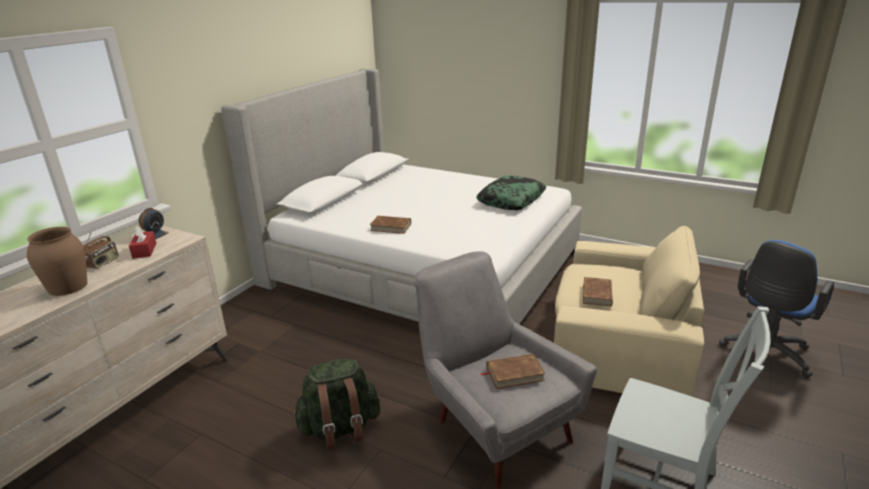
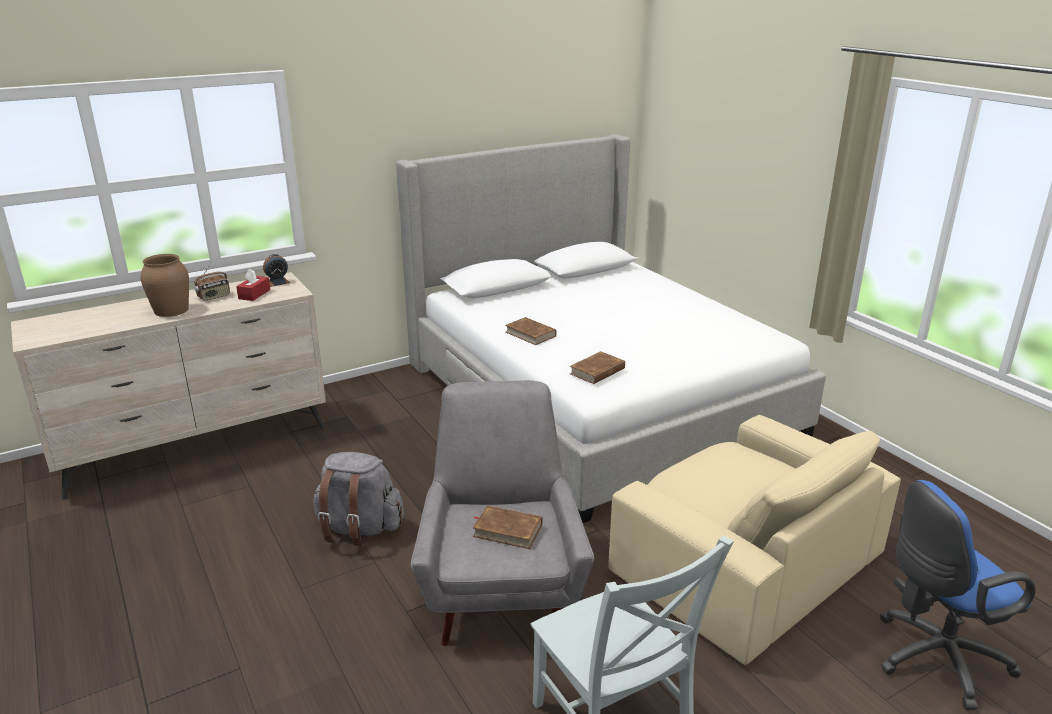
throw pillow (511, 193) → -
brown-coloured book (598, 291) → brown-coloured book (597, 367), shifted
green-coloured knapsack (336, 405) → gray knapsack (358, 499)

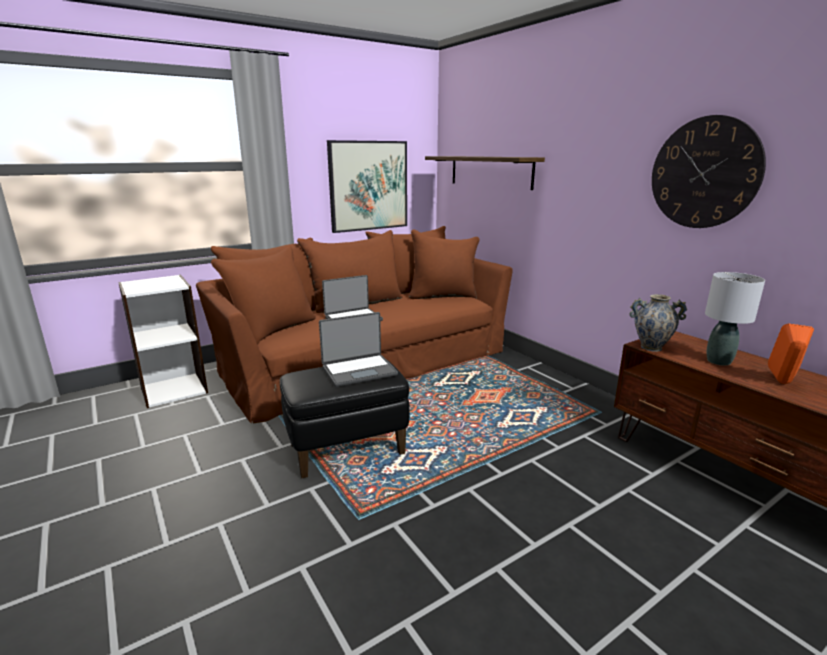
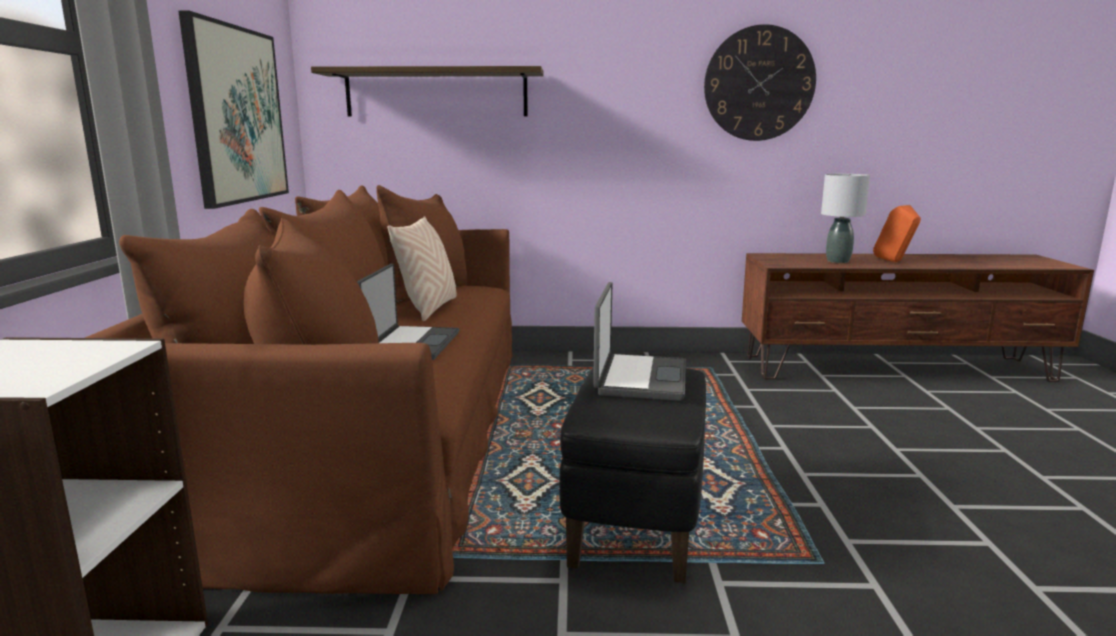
vase (658, 323) → -
- → beige-coloured throw pillow (422, 268)

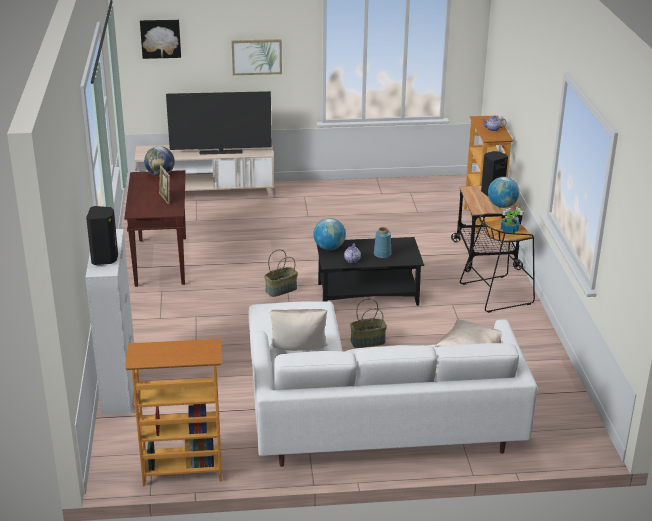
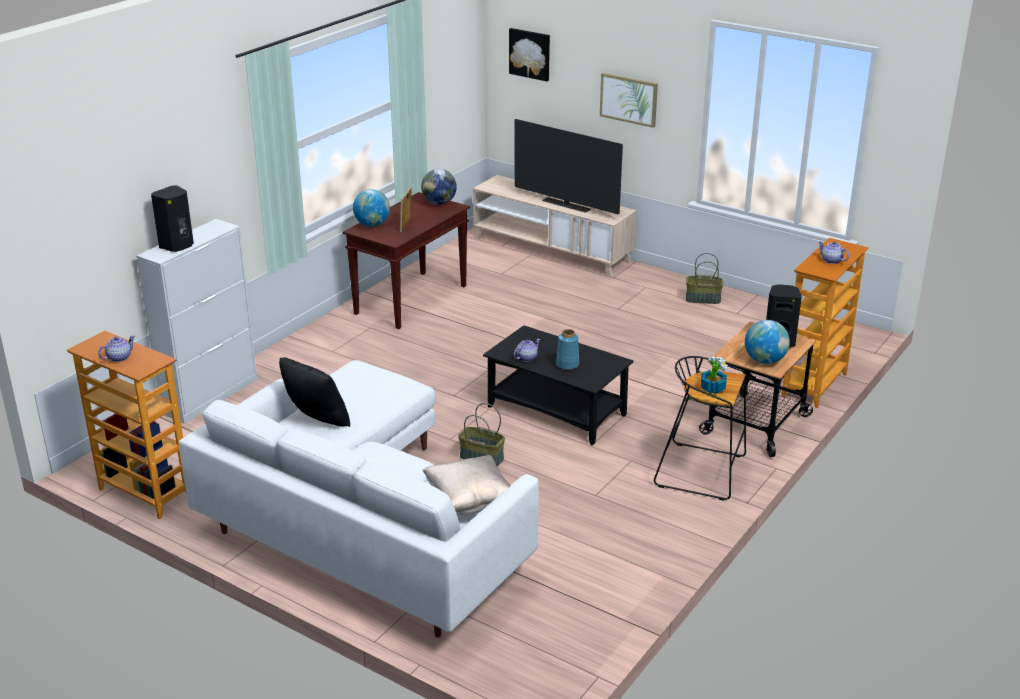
- → teapot (116, 348)
household basket (281, 273) → household basket (704, 278), shifted
globe (329, 234) → globe (371, 208), shifted
beige-coloured throw pillow (299, 330) → black-coloured throw pillow (314, 392)

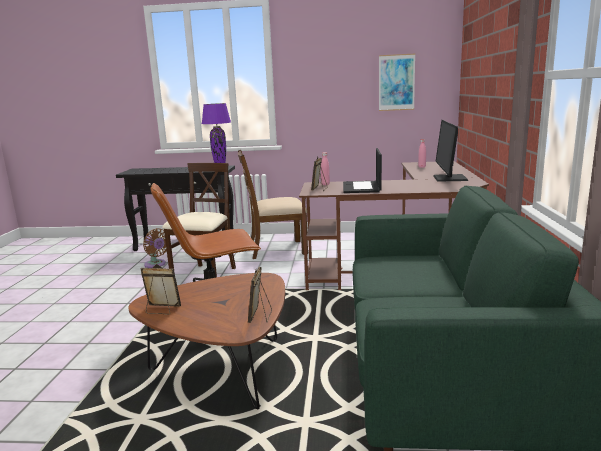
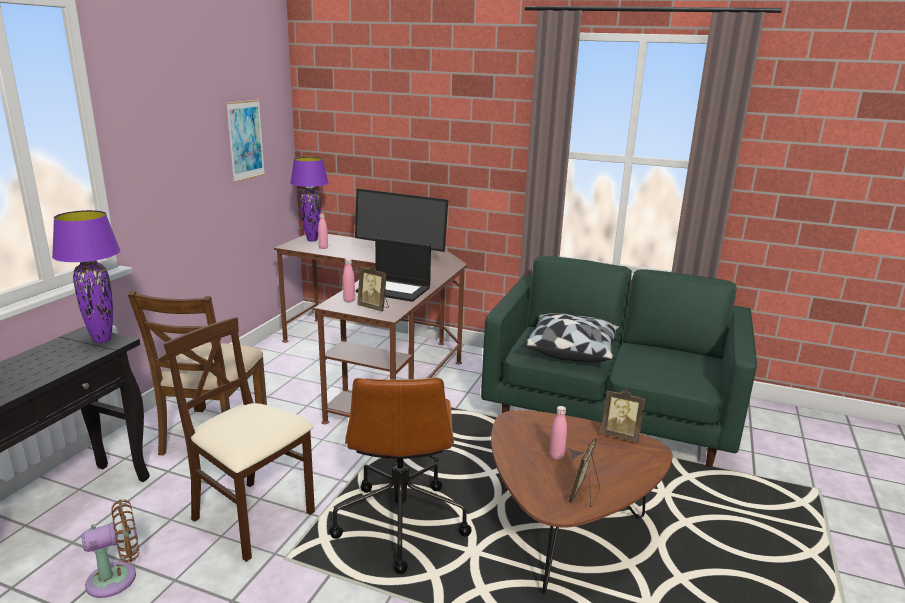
- → purple lamp for a table (309, 199)
- → throw pillow (570, 337)
- → pink bottle (558, 433)

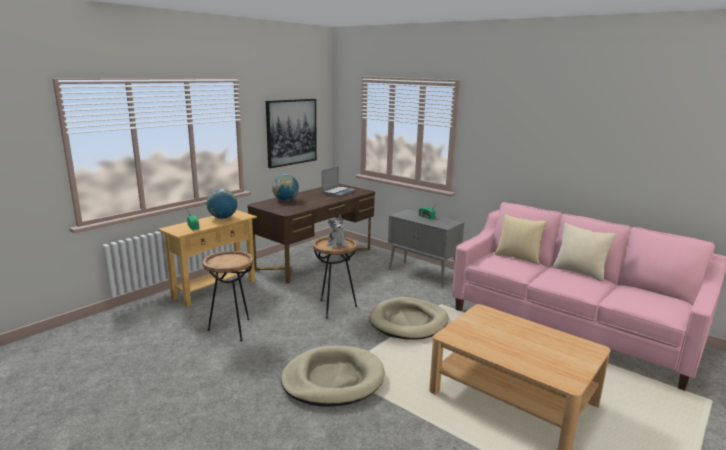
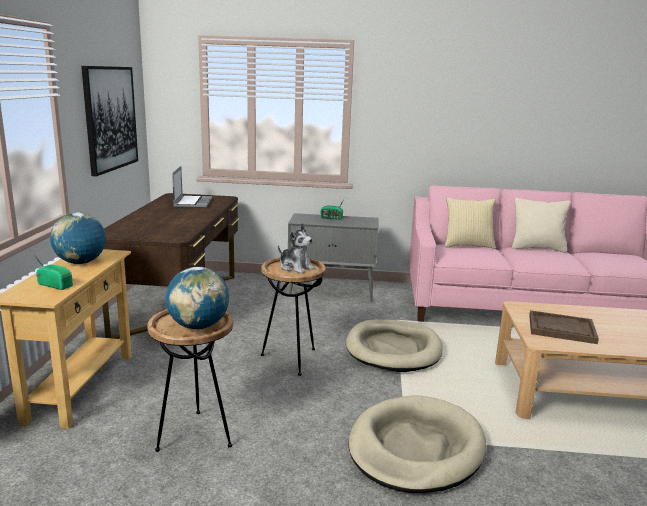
- → brown-coloured tray (564, 327)
globe (285, 187) → globe (197, 298), shifted

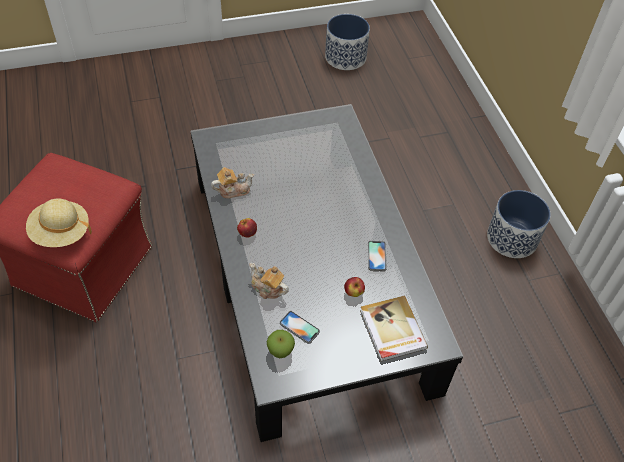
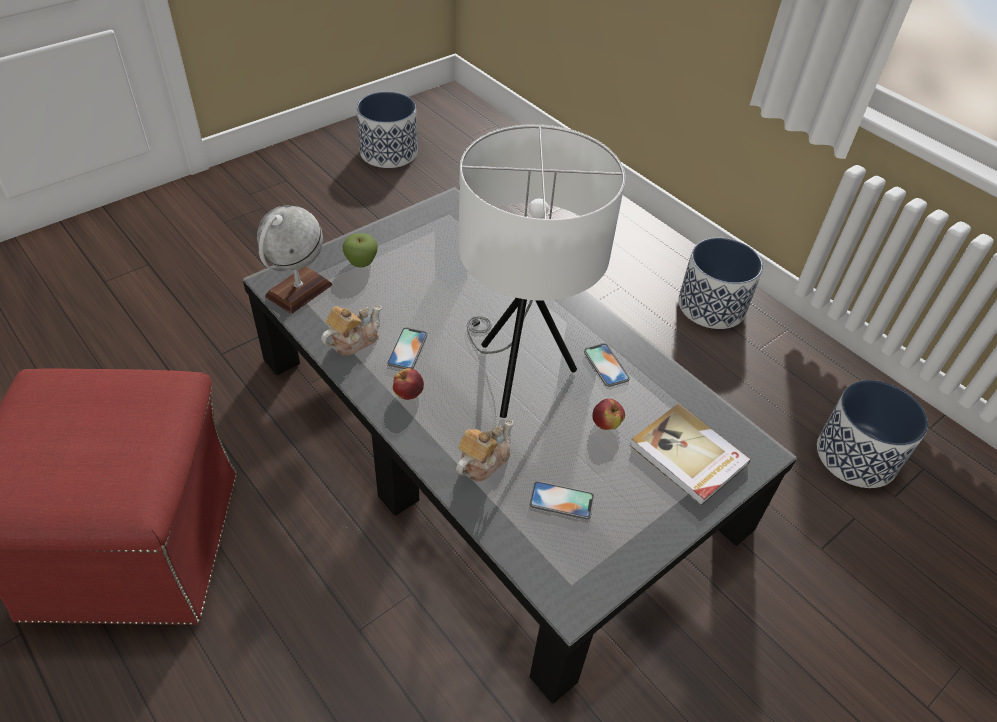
beige-coloured clothing hat (59, 222) → -
- → globe (294, 259)
- → phone (407, 348)
- → white-coloured lamp for a table (541, 271)
- → flower pot (872, 434)
apple fruit (281, 344) → apple fruit (360, 250), shifted
teapot (269, 281) → teapot (485, 450), 120 degrees clockwise

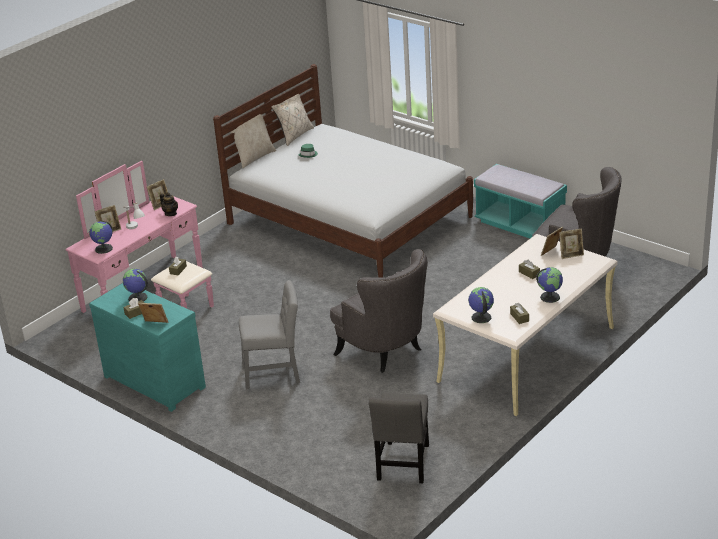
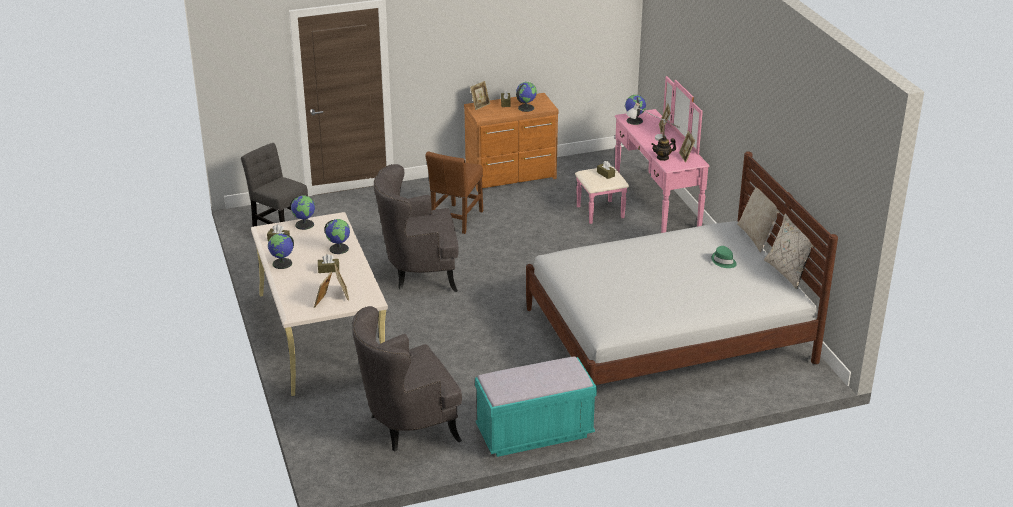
- → globe (337, 236)
blue-green drawer chest (147, 347) → brown-coloured drawer chest (511, 142)
gray plain chair (269, 334) → brown-coloured plain chair (454, 193)

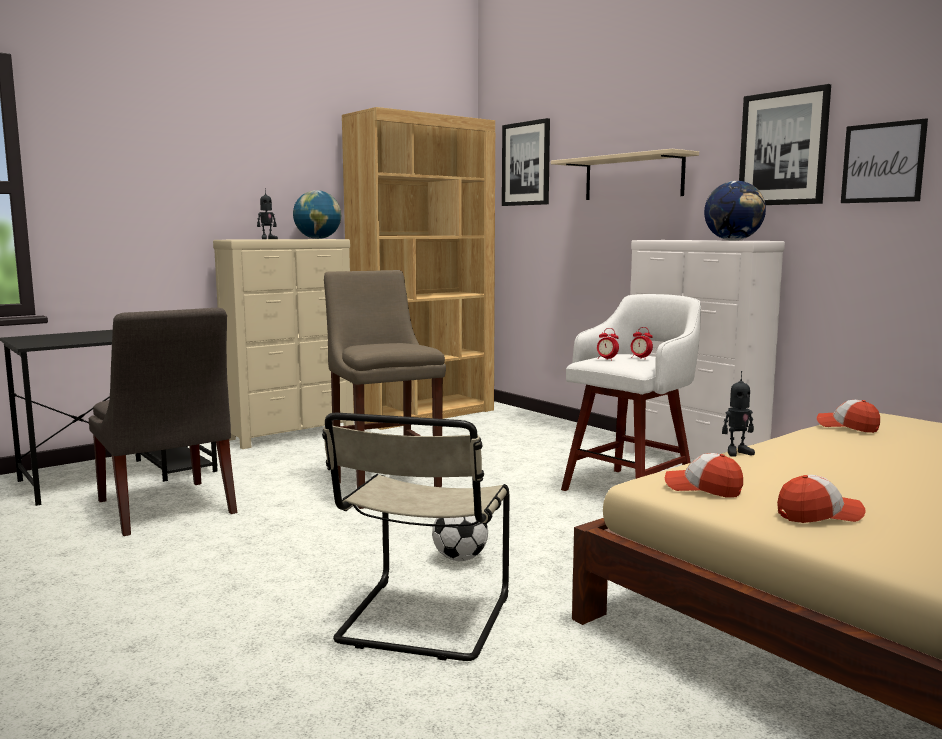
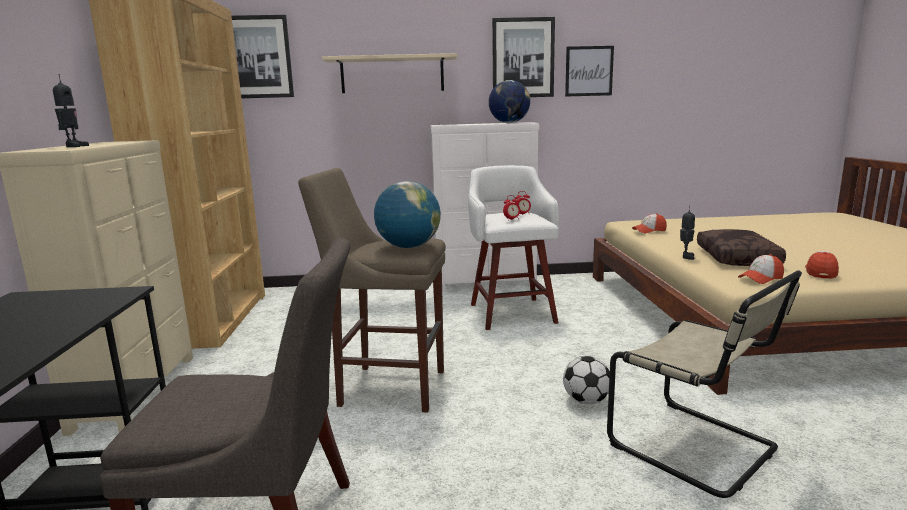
- → brown-coloured throw pillow (741, 247)
globe (317, 214) → globe (407, 214), shifted

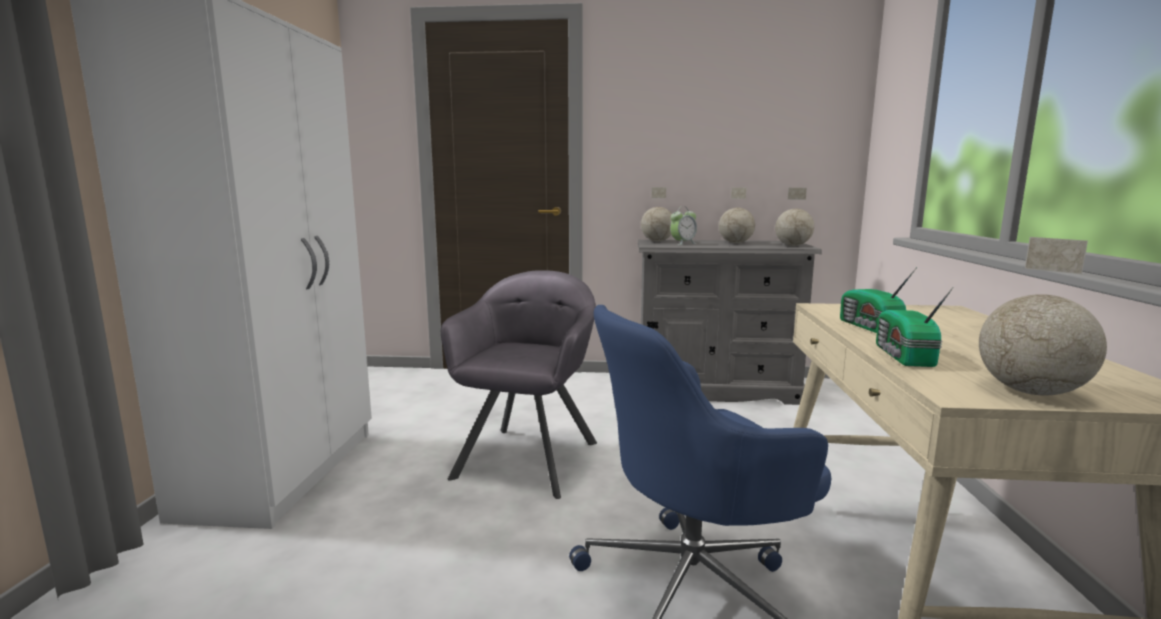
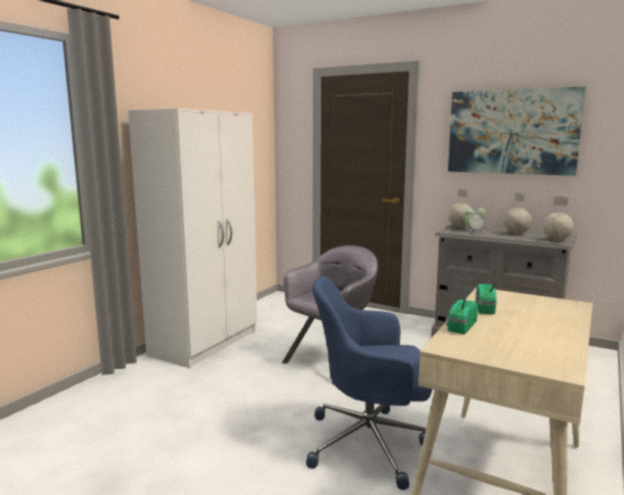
globe (1043, 316) → -
- → picture (517, 131)

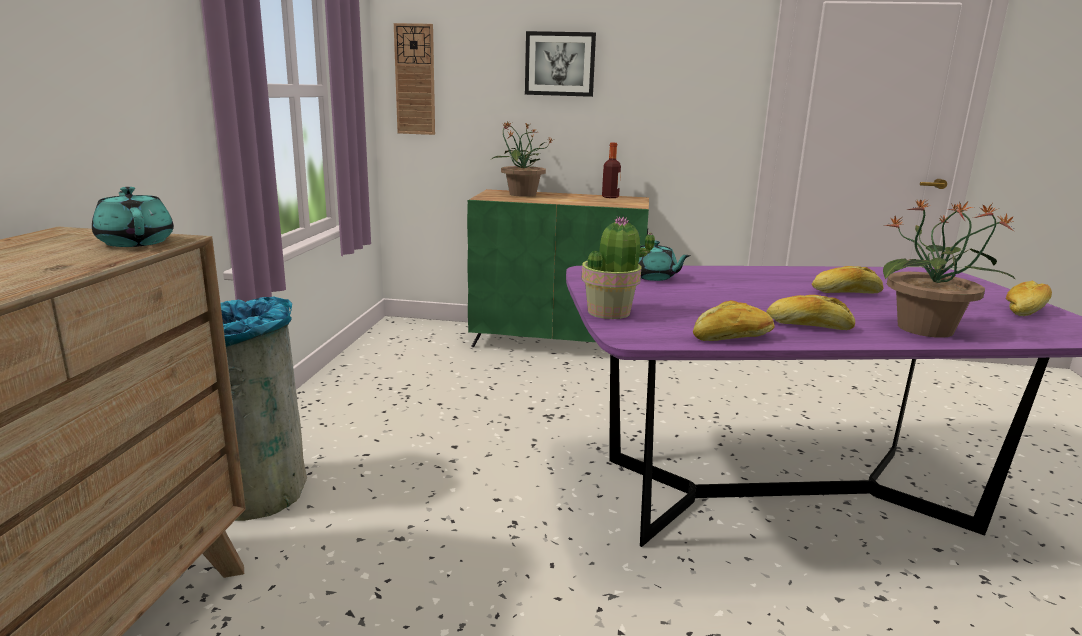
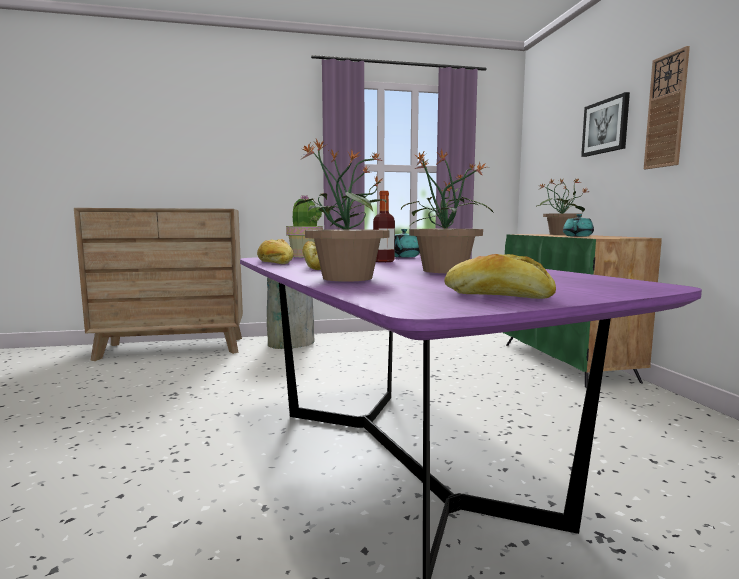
blue-green teapot (133, 217) → blue-green teapot (578, 225), shifted
wall clock (414, 79) → wall clock (667, 107), shifted
bottle (611, 170) → bottle (384, 226), shifted
baked bread (848, 279) → potted plant (447, 211)

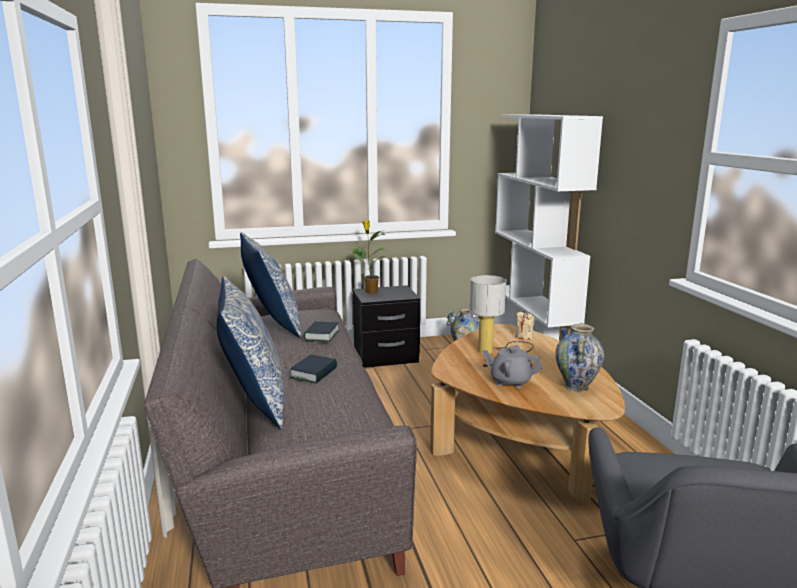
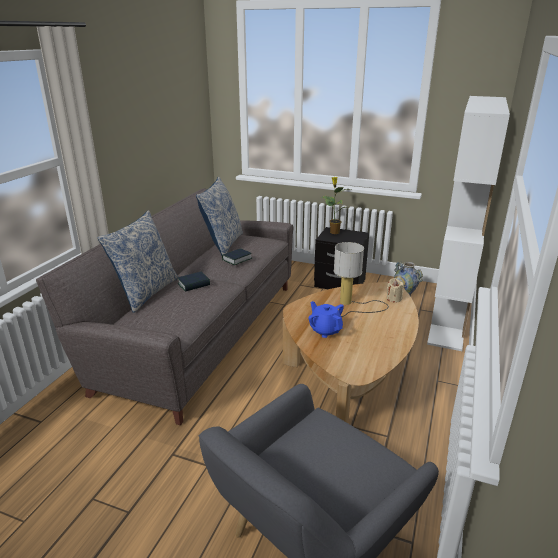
vase (579, 357) → -
gray teapot (512, 366) → bluish teapot (326, 319)

